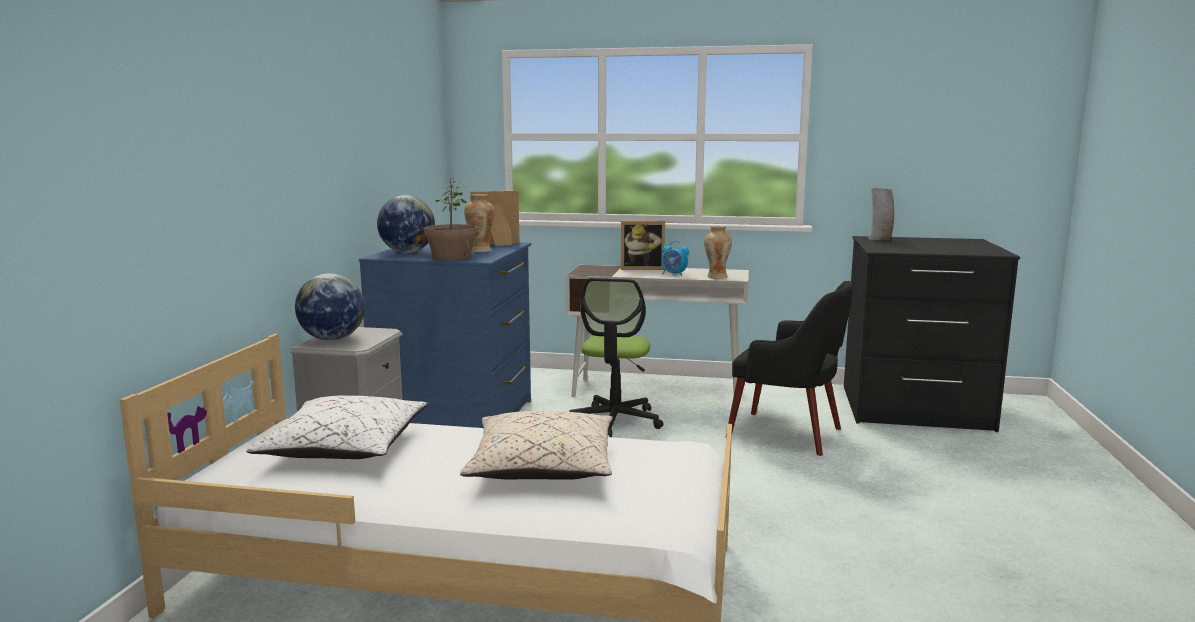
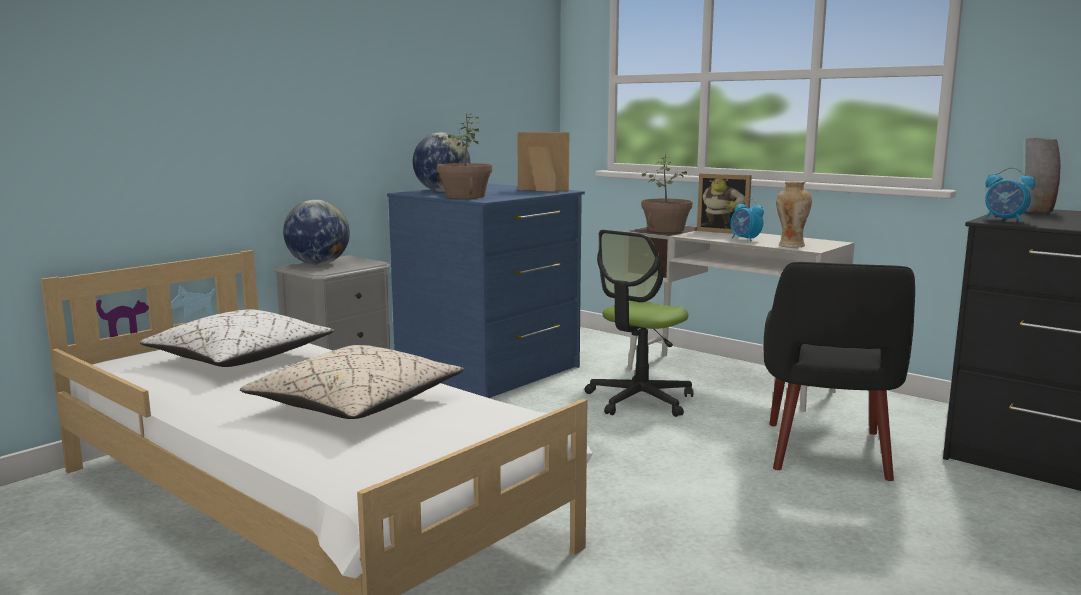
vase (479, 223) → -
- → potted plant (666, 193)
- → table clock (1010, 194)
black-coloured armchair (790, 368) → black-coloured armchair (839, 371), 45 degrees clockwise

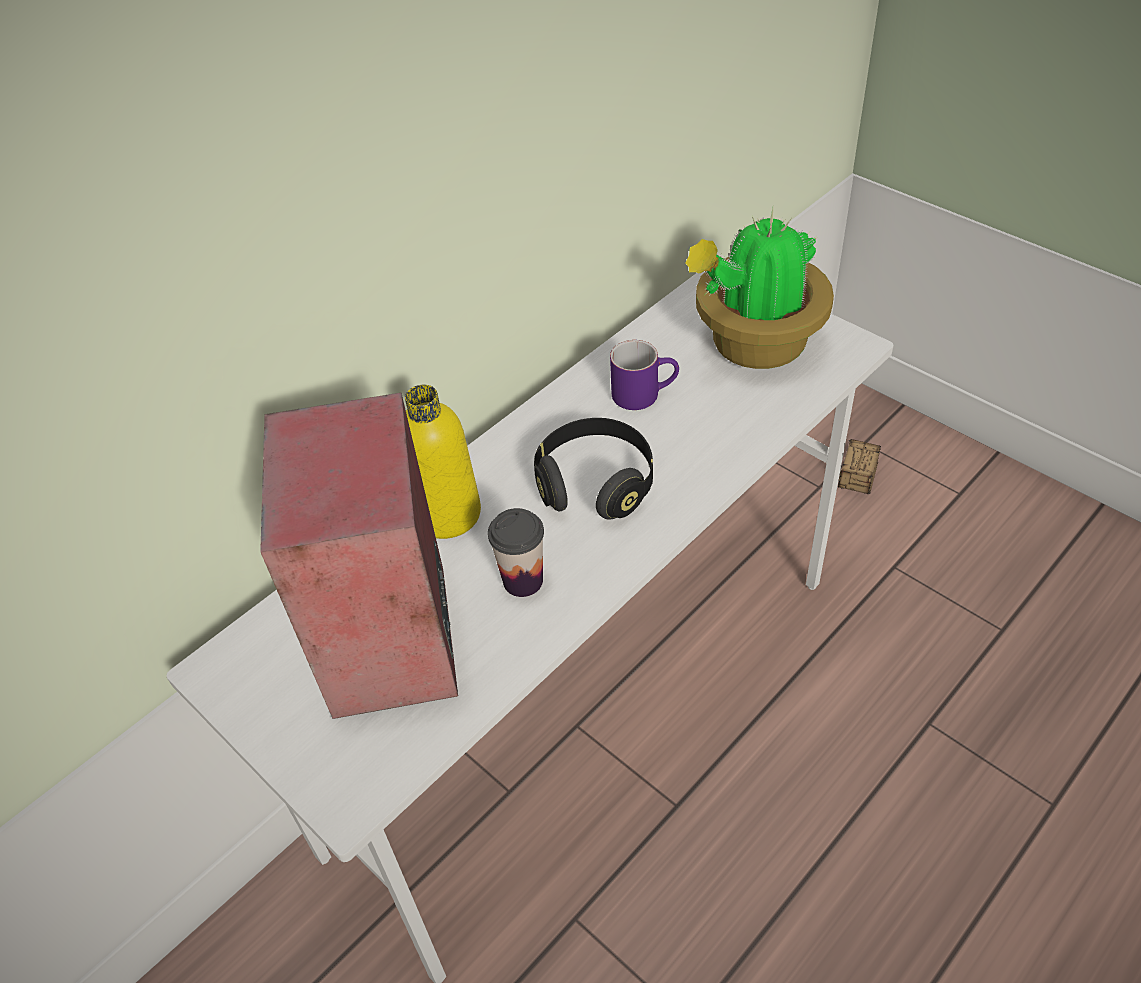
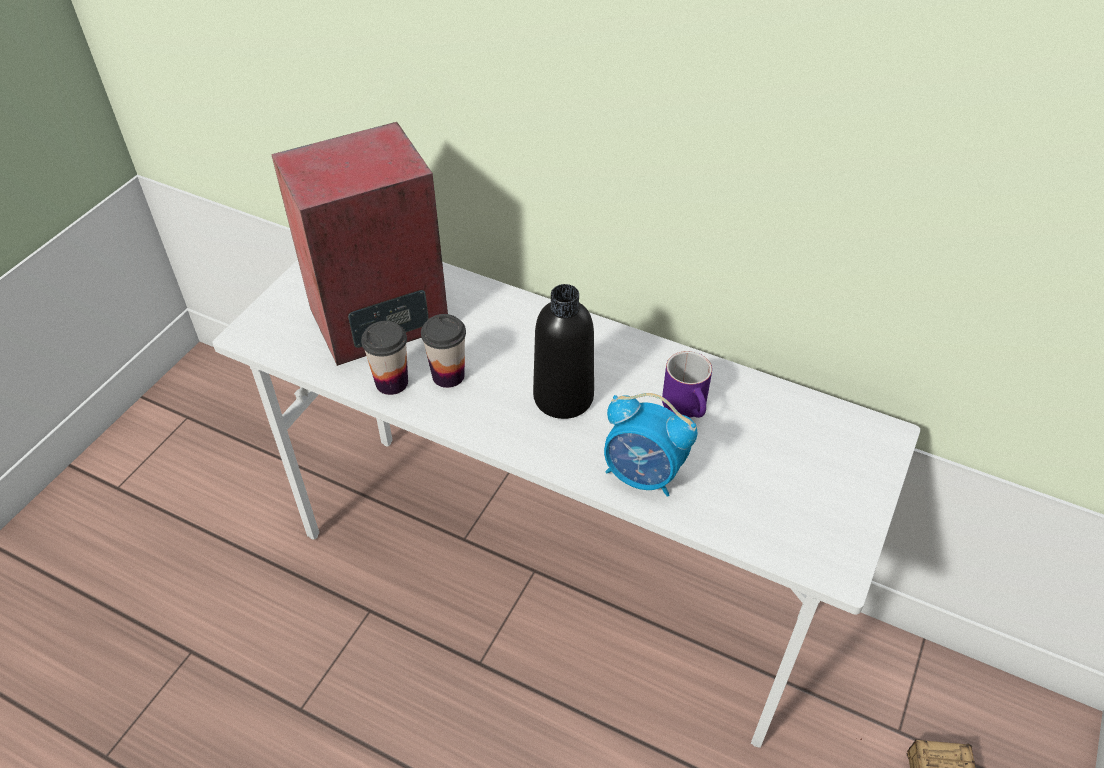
yellow bottle (443, 462) → -
potted plant (759, 288) → -
- → drinking cup (384, 358)
- → table clock (650, 445)
black-coloured headphones (593, 469) → black-coloured bottle (563, 351)

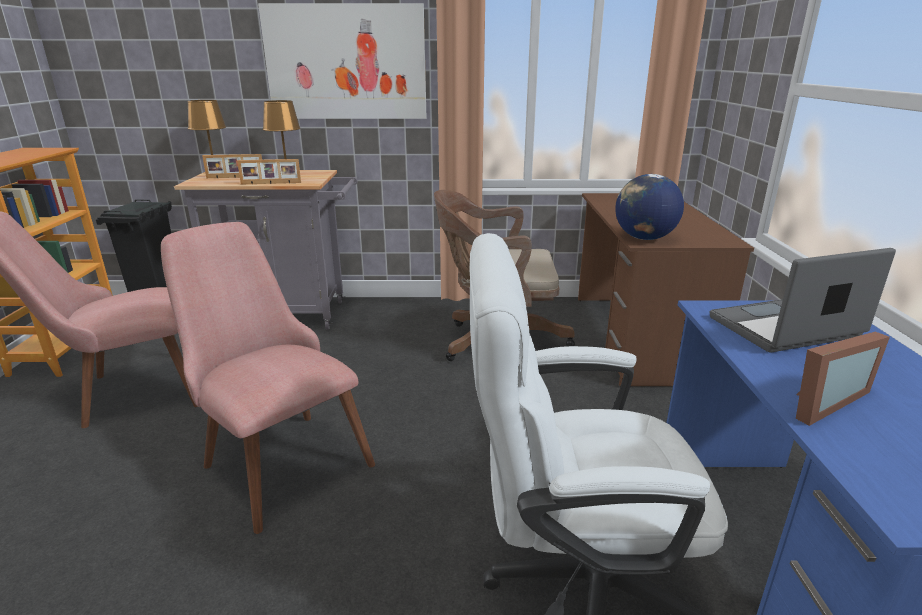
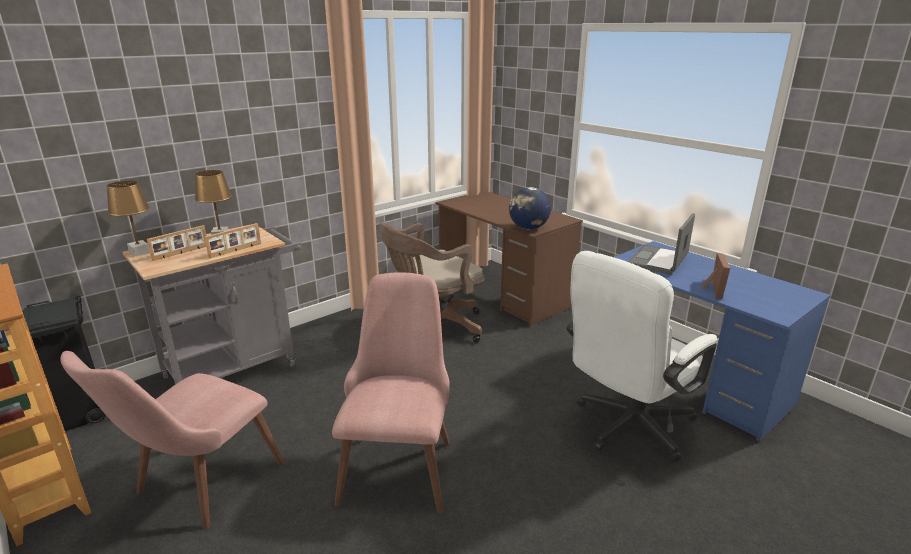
picture (342, 61) → -
pink plain chair (268, 378) → pink plain chair (391, 393), 90 degrees clockwise

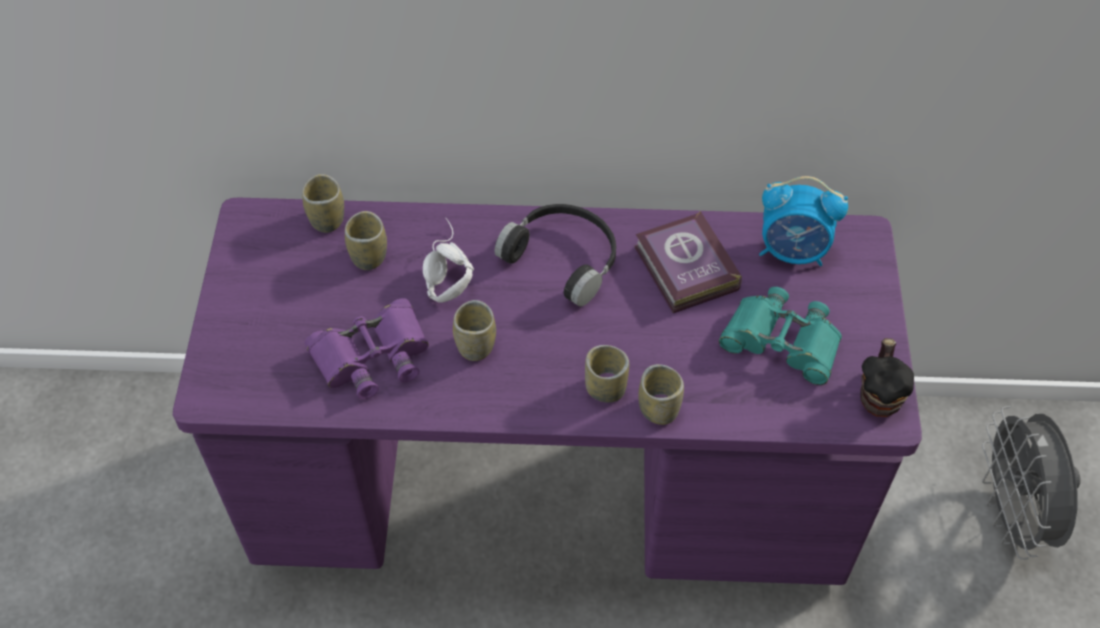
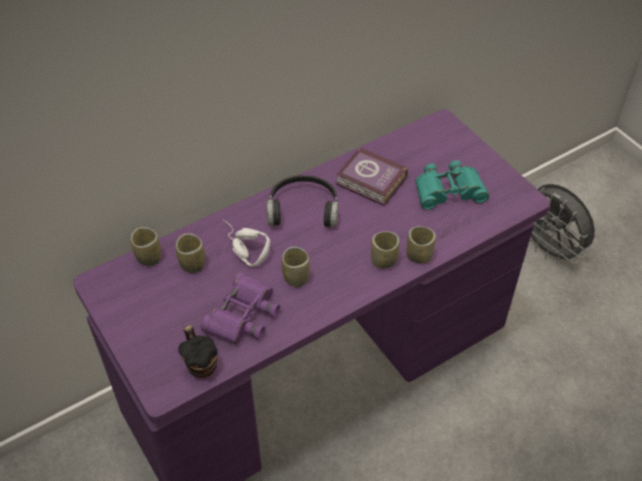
table clock (803, 221) → -
tea mug (887, 377) → tea mug (198, 351), shifted

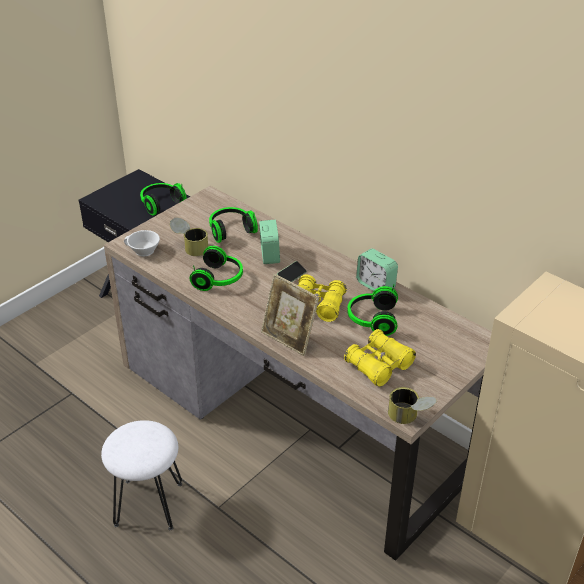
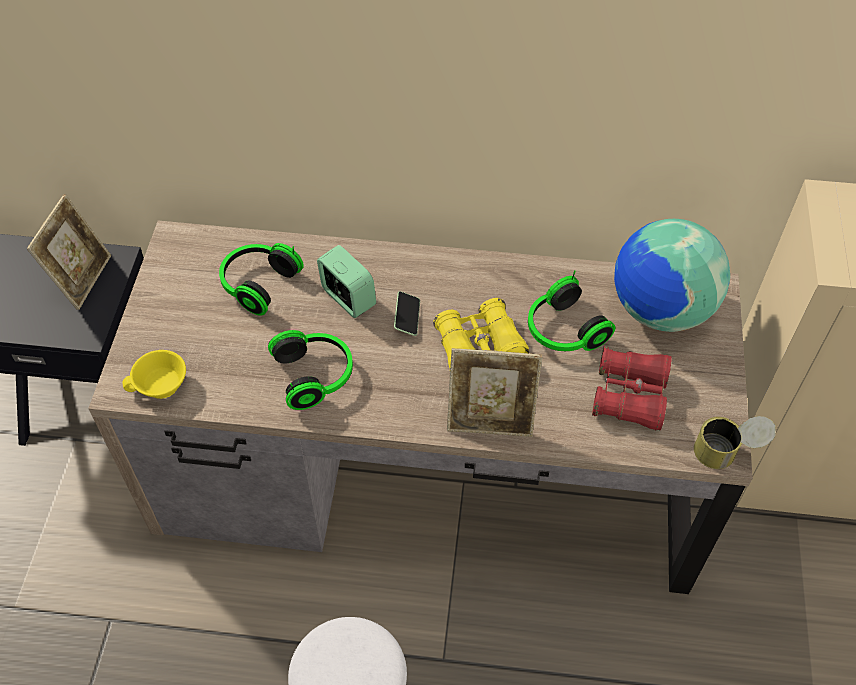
sealed can (189, 237) → -
table clock (377, 270) → -
- → globe (672, 275)
headphones (163, 199) → picture frame (69, 252)
white-coloured drinking cup (142, 243) → yellow drinking cup (154, 374)
yellow binoculars (380, 358) → reddish binoculars (632, 388)

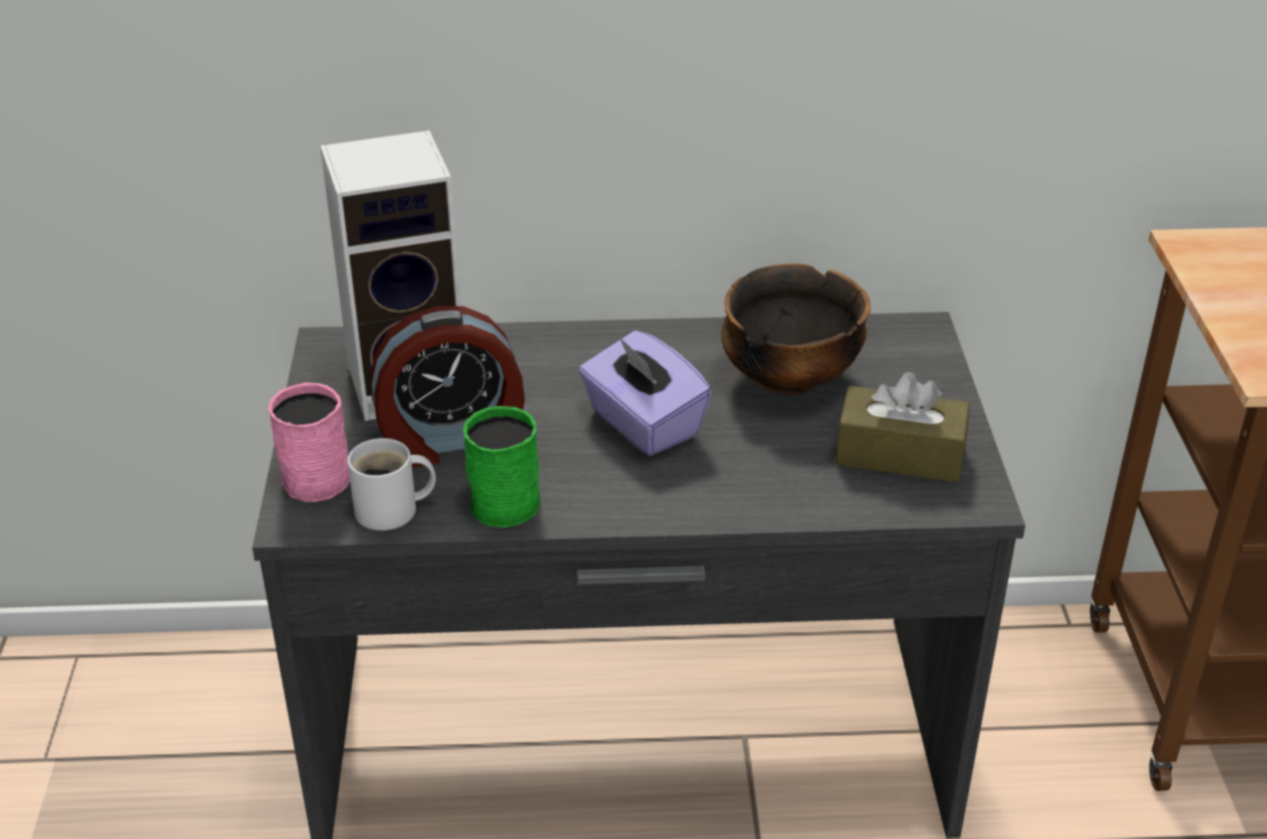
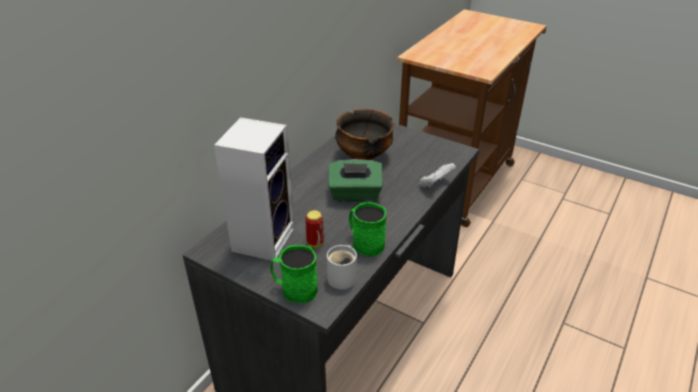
brown-coloured tissue holder (902, 427) → -
- → white-coloured joypad (438, 175)
table clock (447, 386) → sealed can (314, 228)
pink tea mug (309, 442) → green-coloured tea mug (294, 274)
purple tissue holder (645, 393) → green-coloured tissue holder (355, 180)

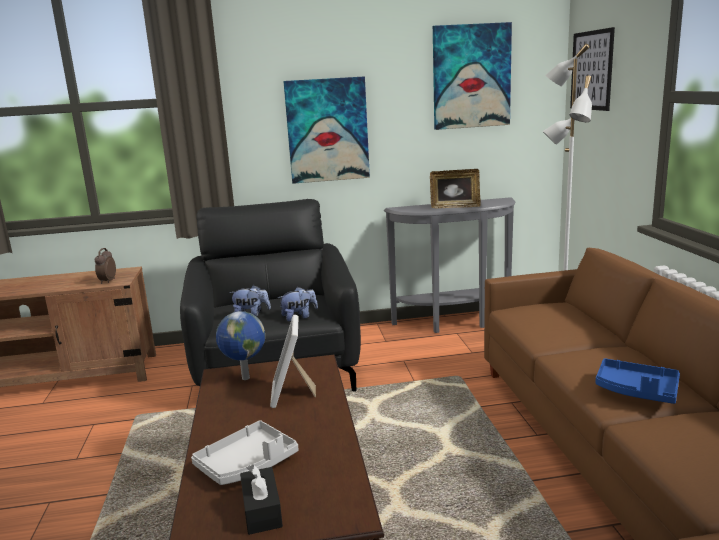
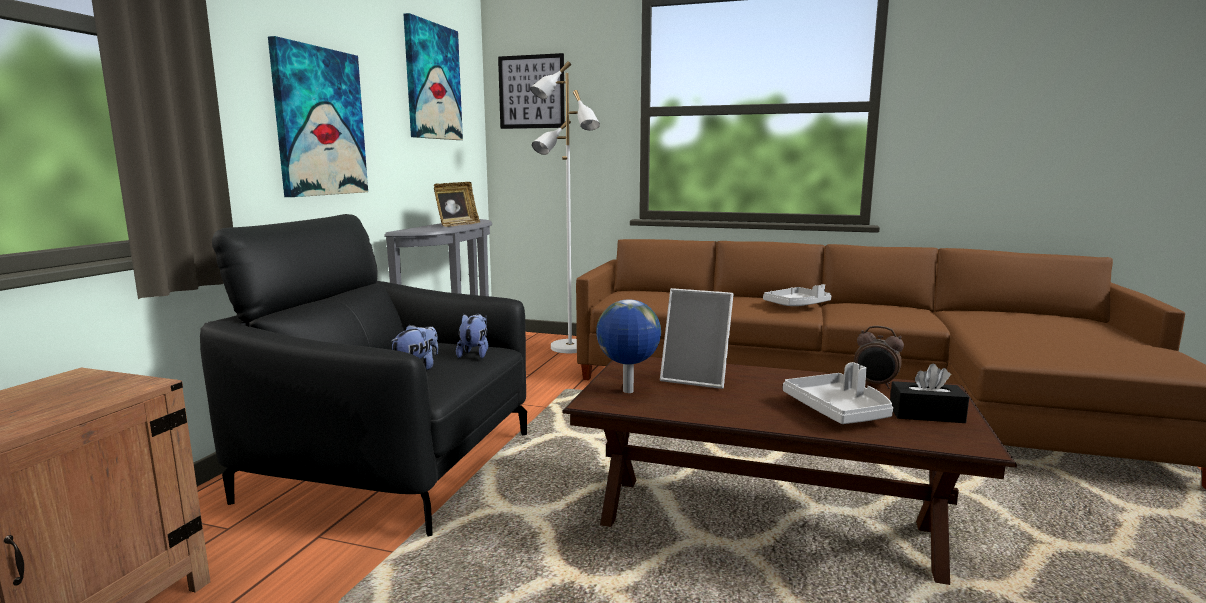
table clock (105, 266) → table clock (879, 357), shifted
bluish tray (638, 381) → gray tray (797, 295)

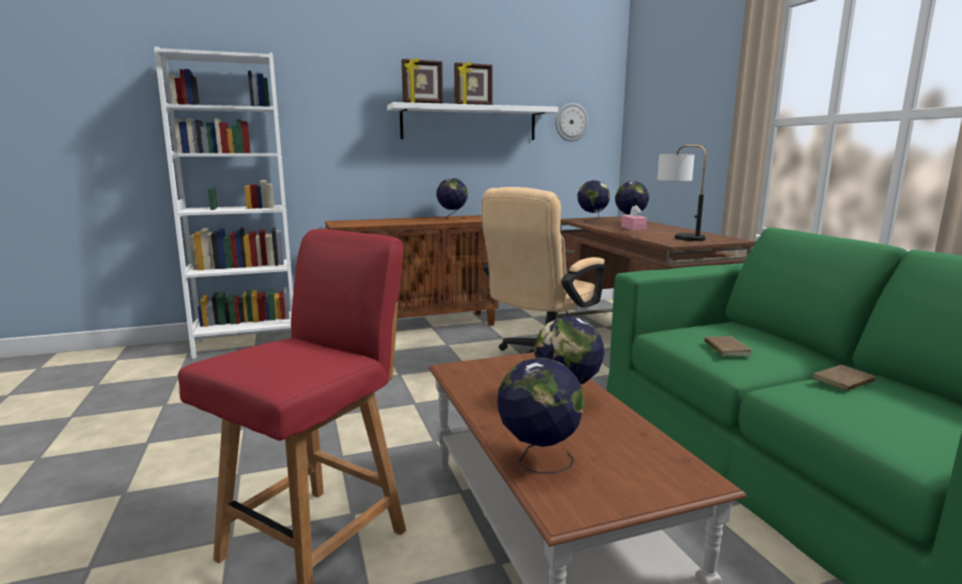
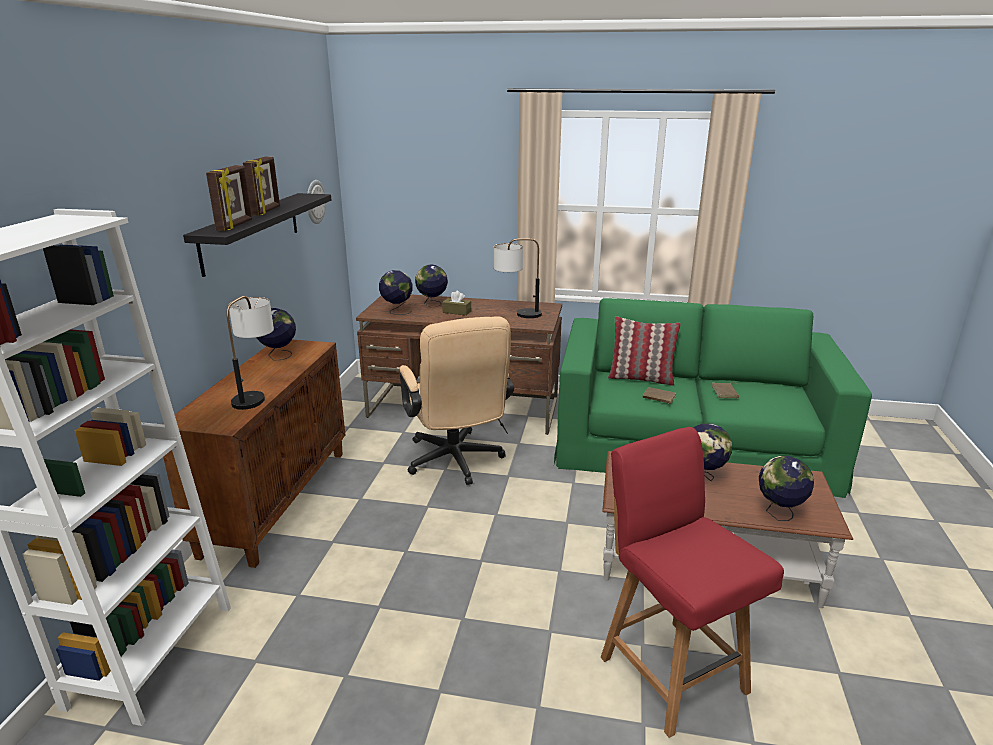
- → lamp for a table (250, 353)
- → throw pillow (644, 351)
white-coloured shelf (472, 121) → black-coloured shelf (257, 235)
pink tissue holder (634, 217) → brown-coloured tissue holder (456, 303)

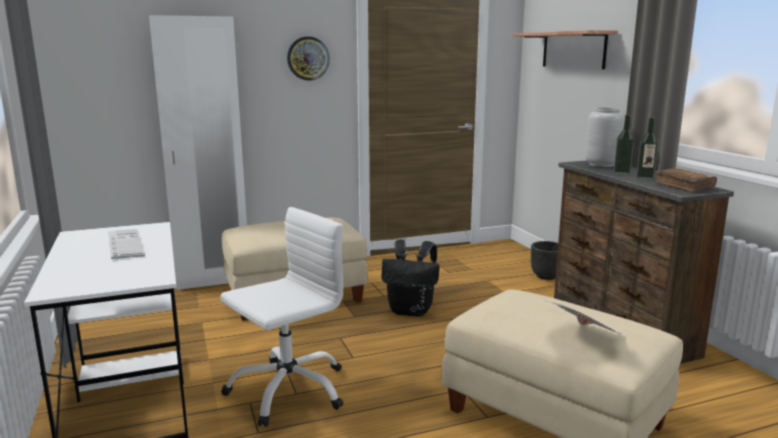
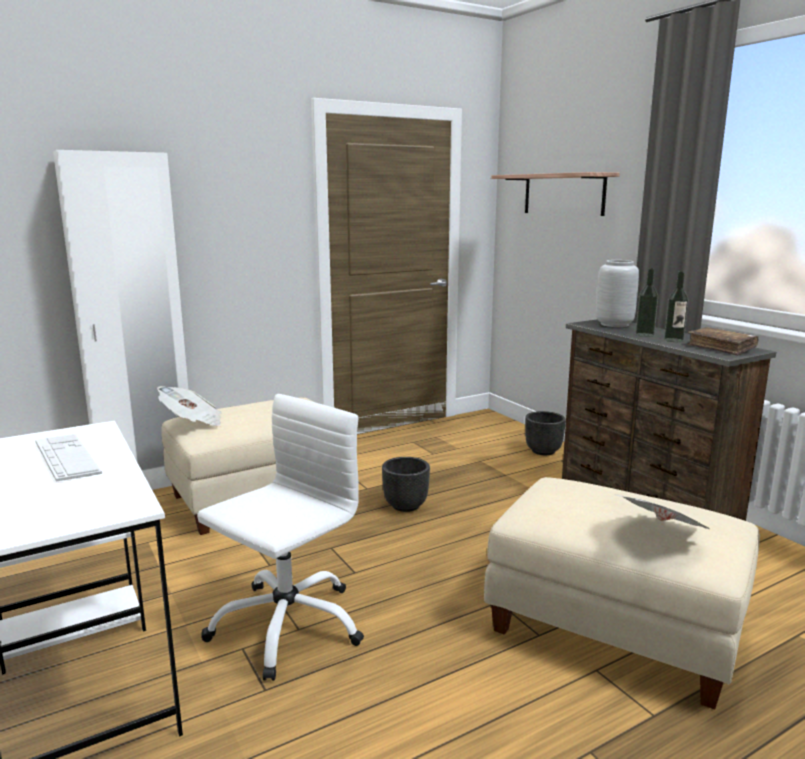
wall clock (308, 58) → -
- → daily paper (189, 406)
black-coloured knapsack (411, 277) → black-coloured flower pot (406, 484)

